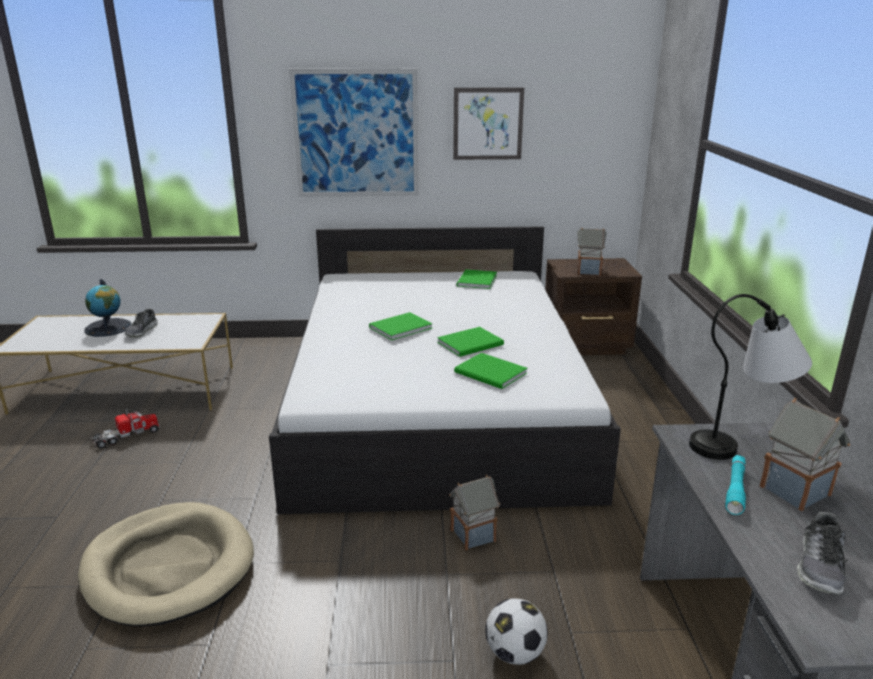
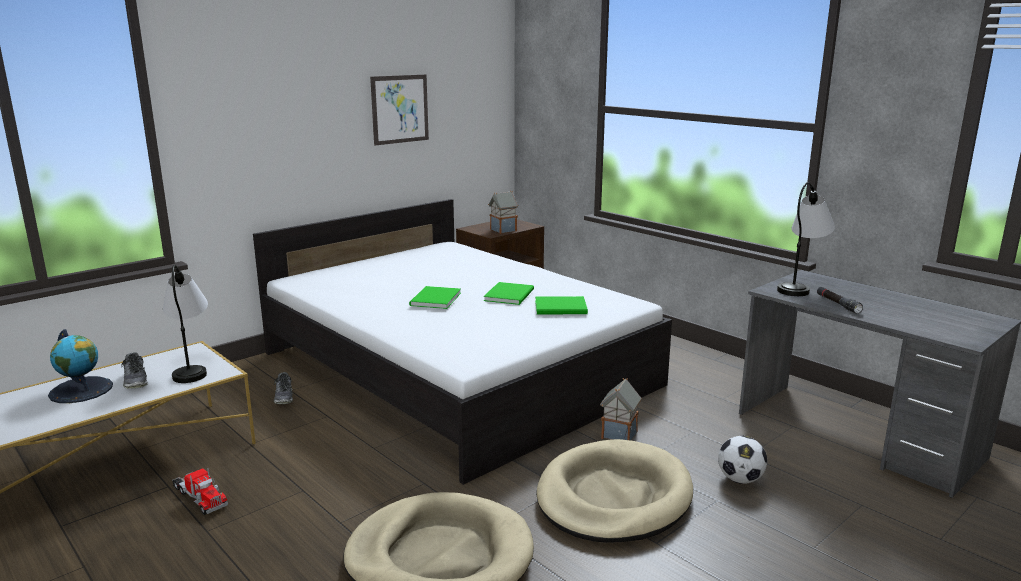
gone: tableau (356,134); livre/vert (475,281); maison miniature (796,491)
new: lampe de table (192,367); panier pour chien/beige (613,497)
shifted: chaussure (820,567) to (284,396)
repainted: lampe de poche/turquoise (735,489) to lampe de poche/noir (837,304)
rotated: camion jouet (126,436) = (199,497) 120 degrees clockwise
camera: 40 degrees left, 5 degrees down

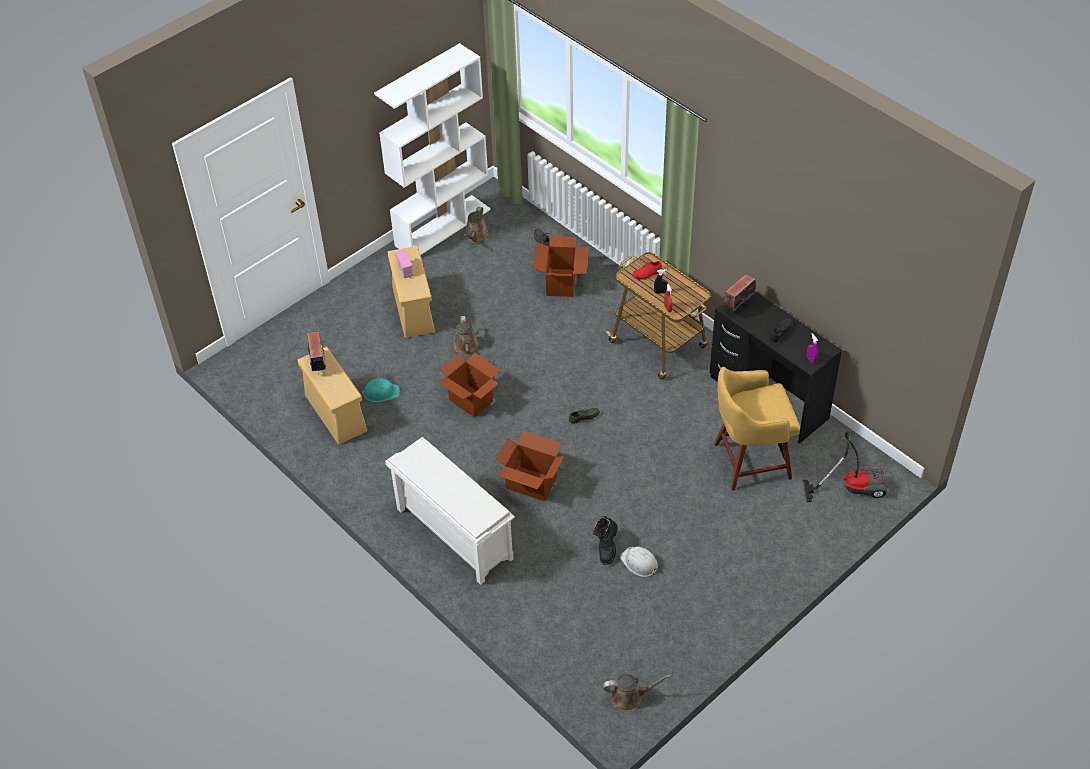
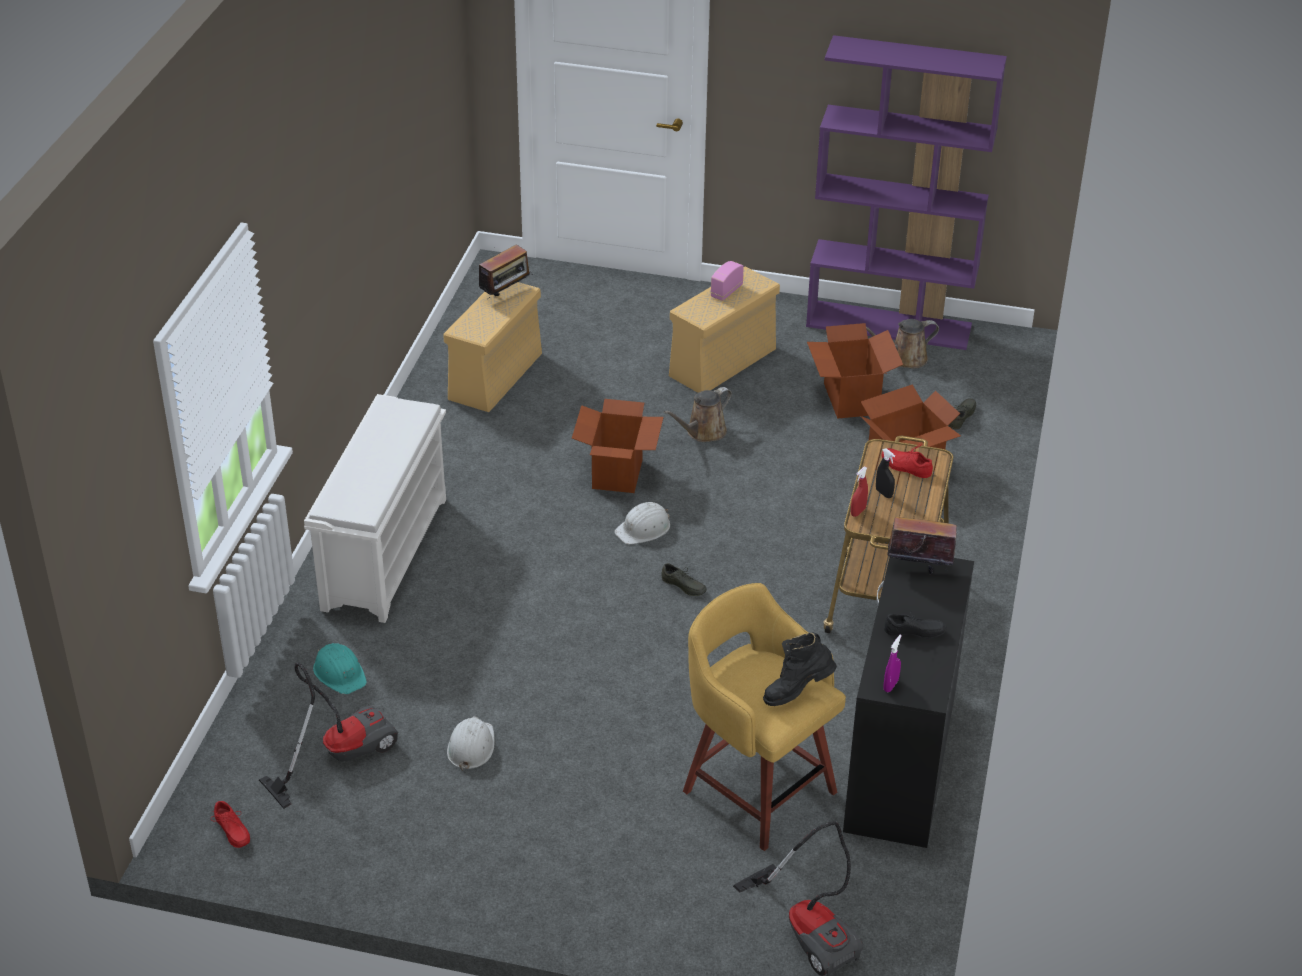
new: casque de chantier/blanc (644,529); aspirateur (339,754)
shifted: casque de chantier/turquoise (381,392) to (340,673); carton (531,484) to (850,399); botte/noir (606,547) to (797,692)
swapped: arrosoir/marron (629,697) to chaussure/rouge (230,832)
repainted: bibliothèque/blanc (443,227) to bibliothèque/violet (890,325)
camera: 55 degrees right, 10 degrees down

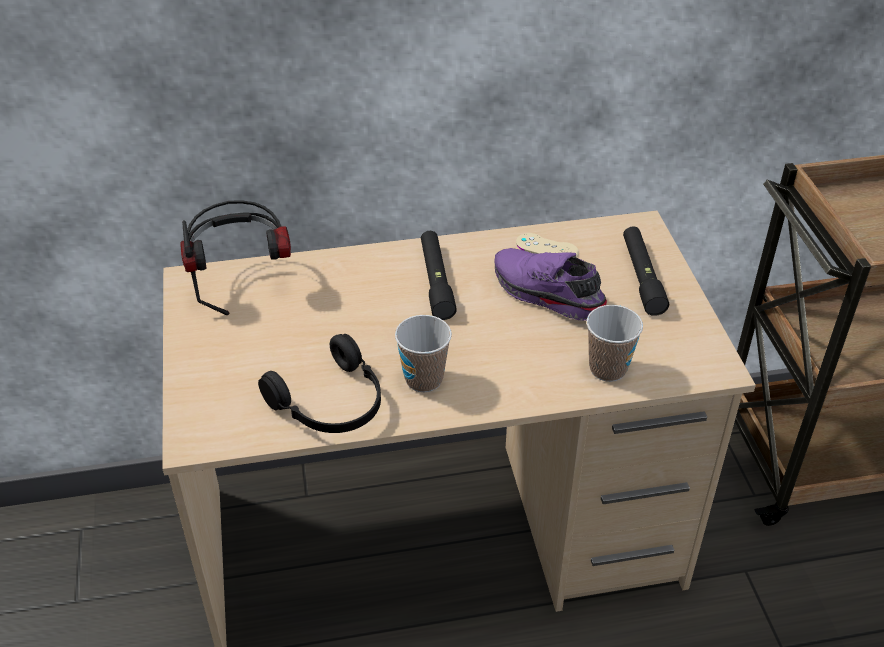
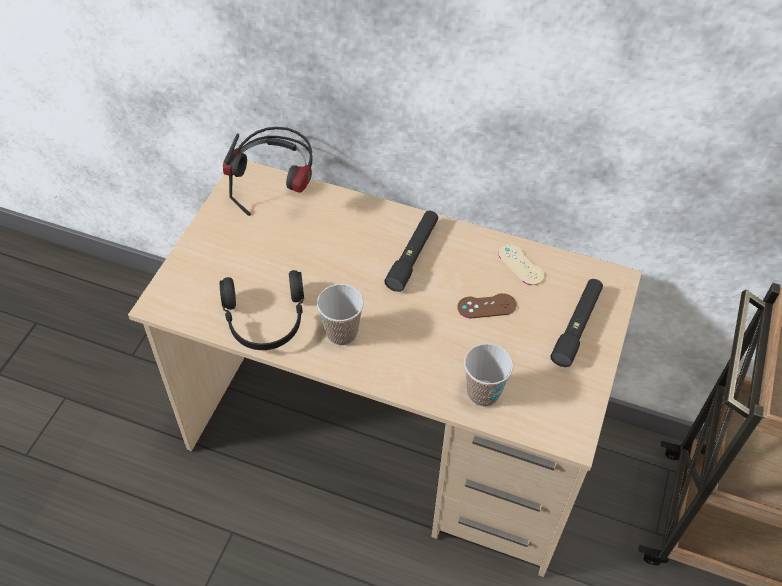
swapped: chaussure/violet (546,295) to manette/marron (486,306)
camera: 30 degrees right, 10 degrees up

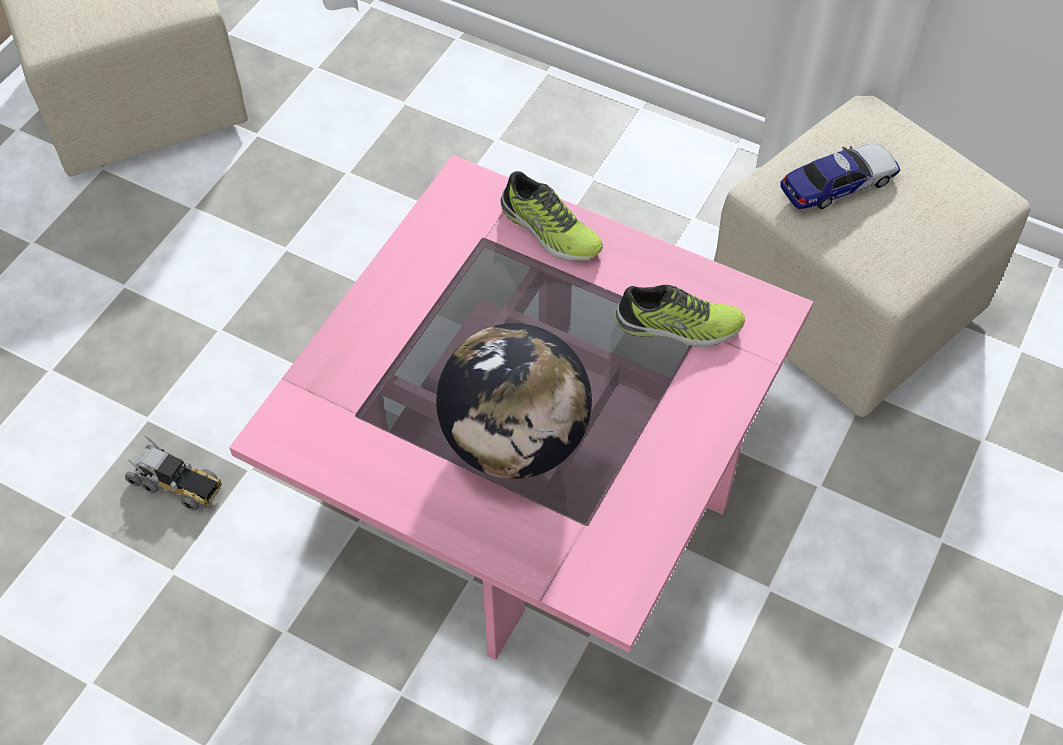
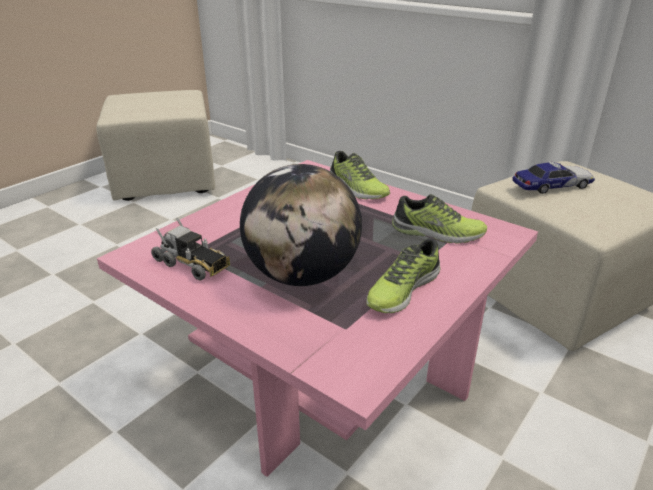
new: chaussure (402,289)
shifted: camion jouet (177,483) to (193,264)
camera: 10 degrees right, 25 degrees down

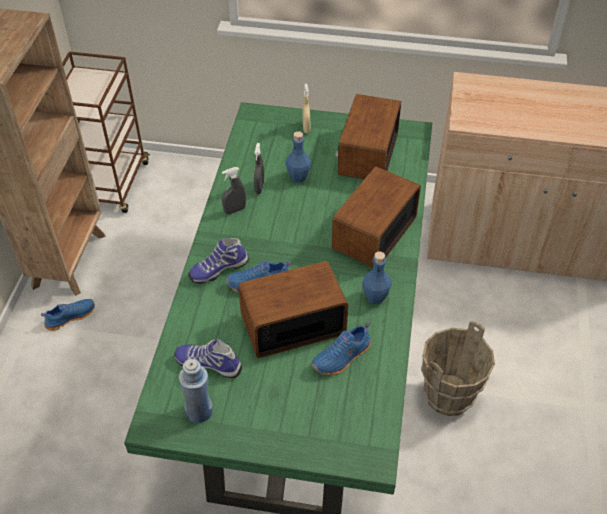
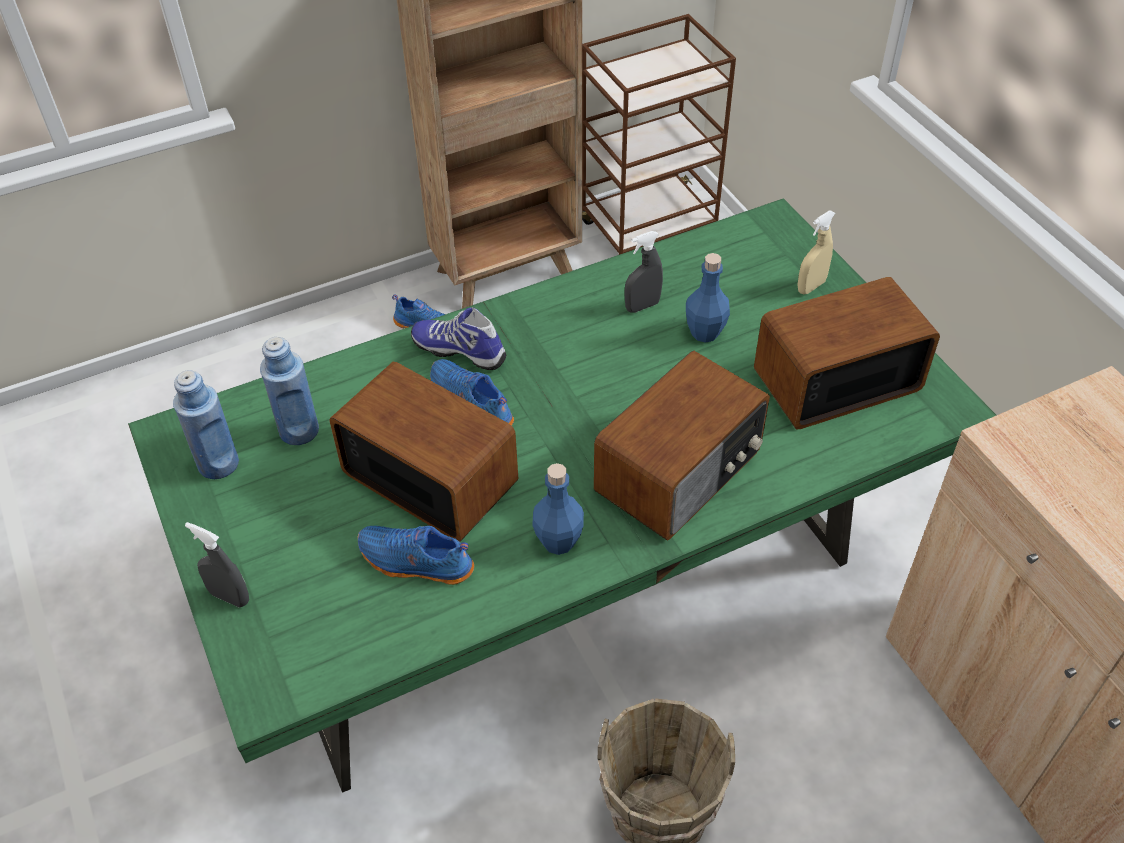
shifted: vaporisateur/gris (235,210) to (229,597)
swapped: chaussure (209,363) to bouteille/bleu (299,431)
rotated: radio (372,233) = (681,472) 135 degrees clockwise
camera: 55 degrees right, 0 degrees up

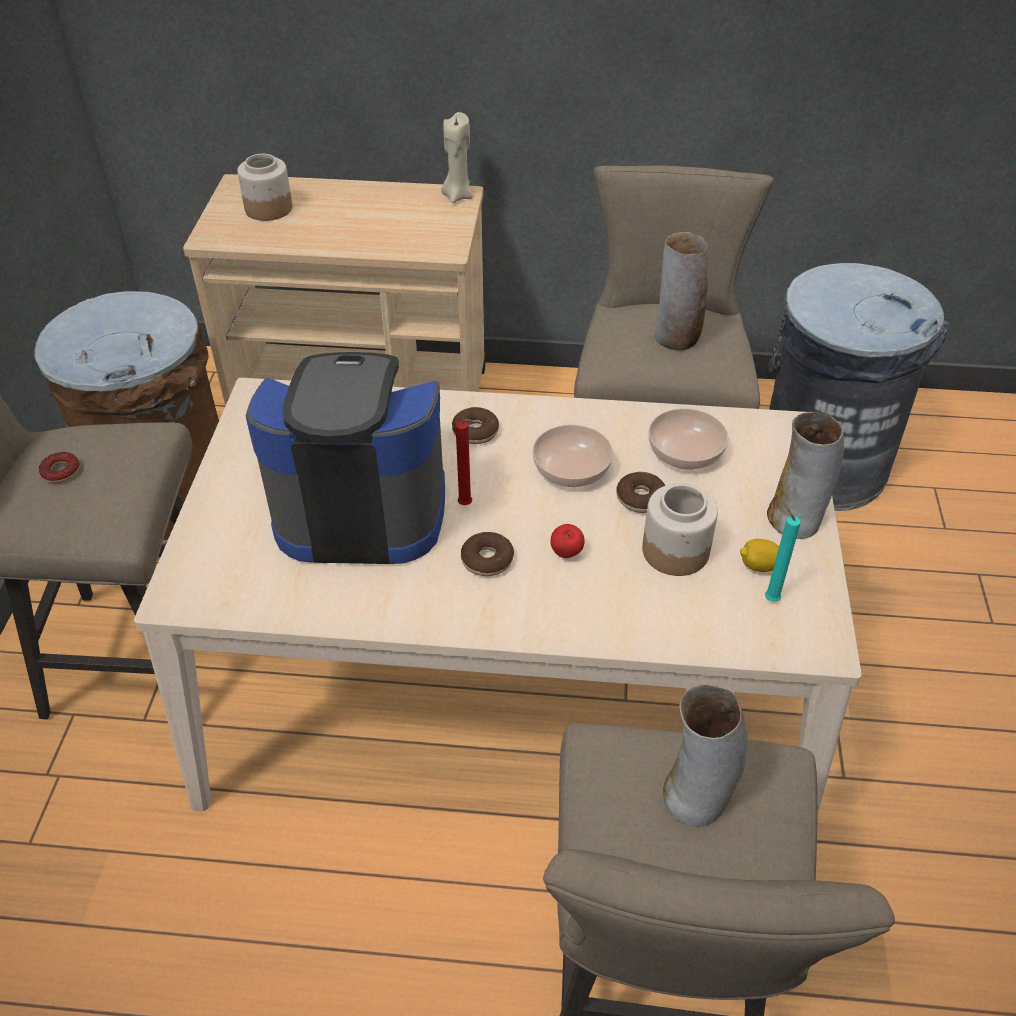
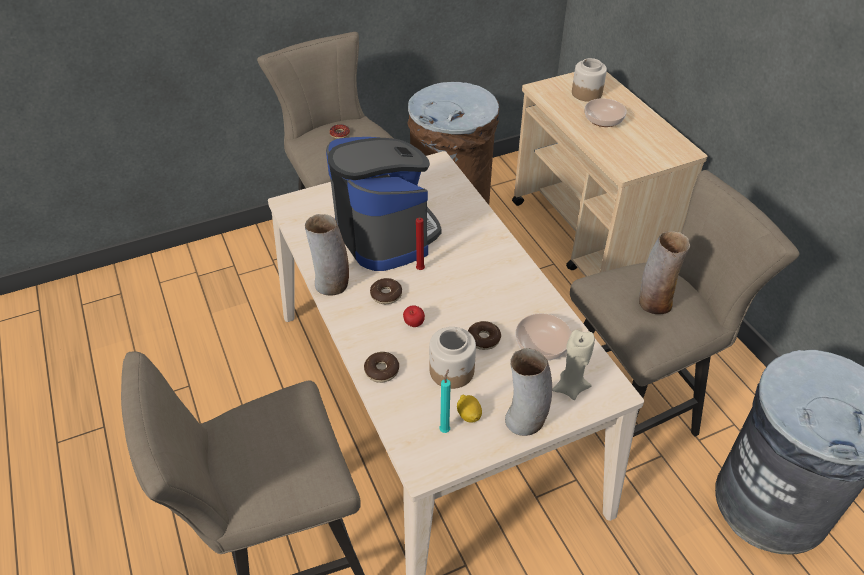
shifted: bougie/beige (457,196) to (570,388); beignet (475,432) to (382,370); bol (571,470) to (602,120); vase (697,796) to (332,285)
camera: 60 degrees right, 0 degrees up

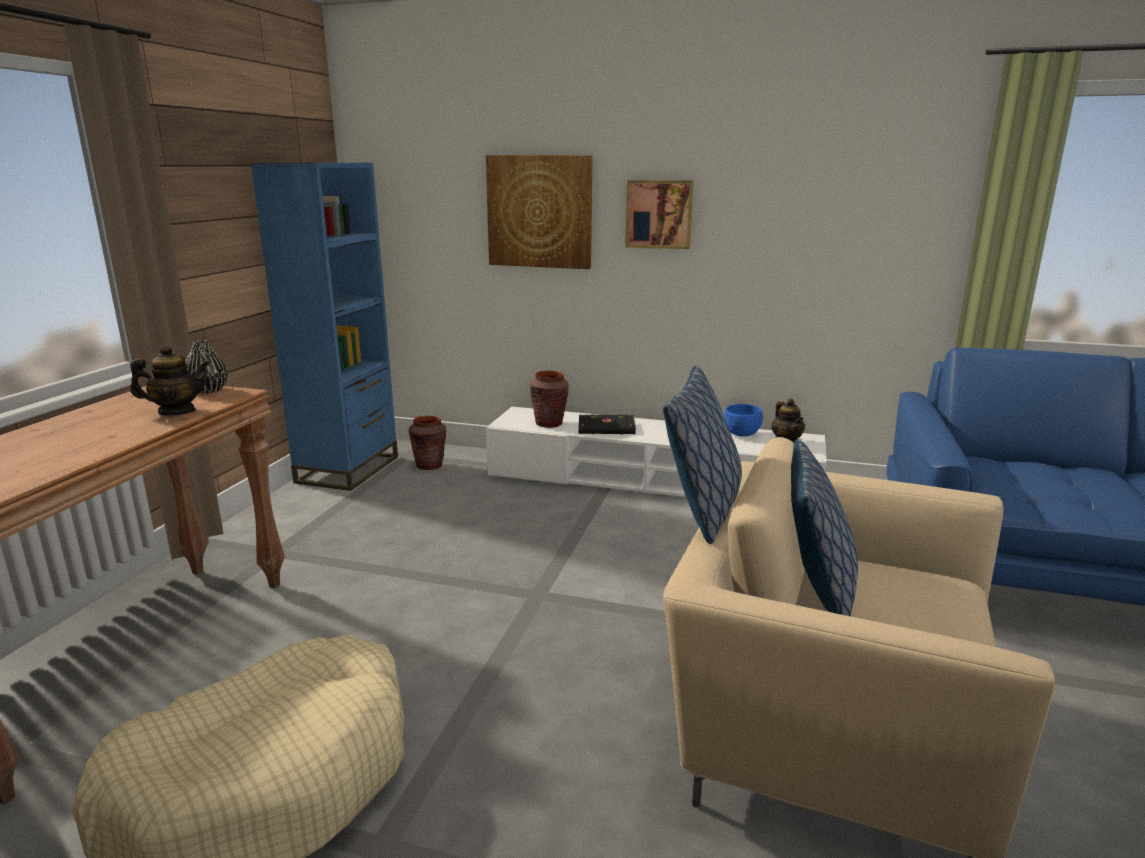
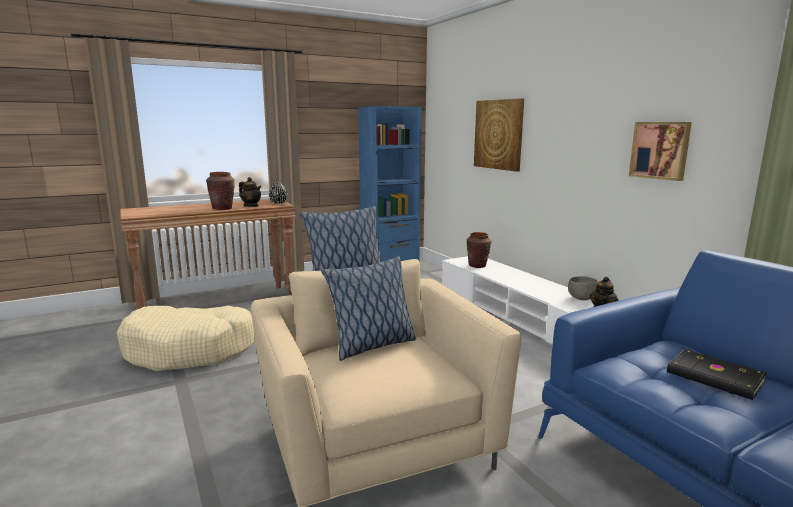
shifted: tableau (659,214) to (660,150); livre/noir (607,428) to (714,378); vase/marron (429,466) to (222,208)
repainted: bol/bleu (741,434) to bol/gris (581,298)
camera: 45 degrees right, 5 degrees down

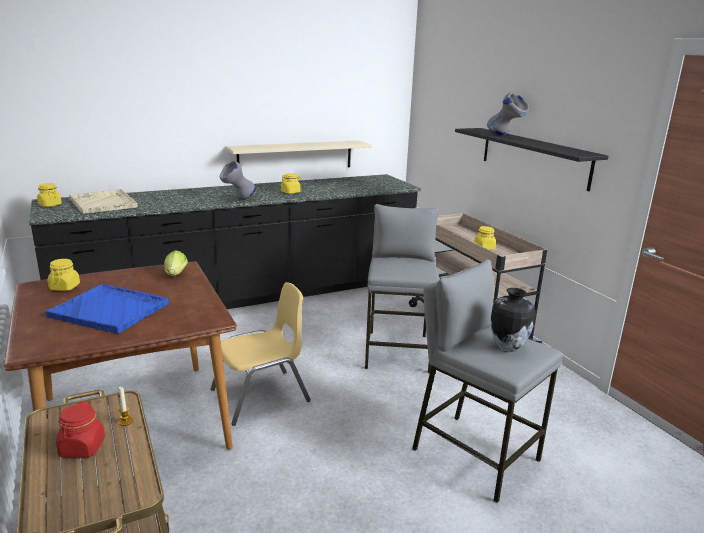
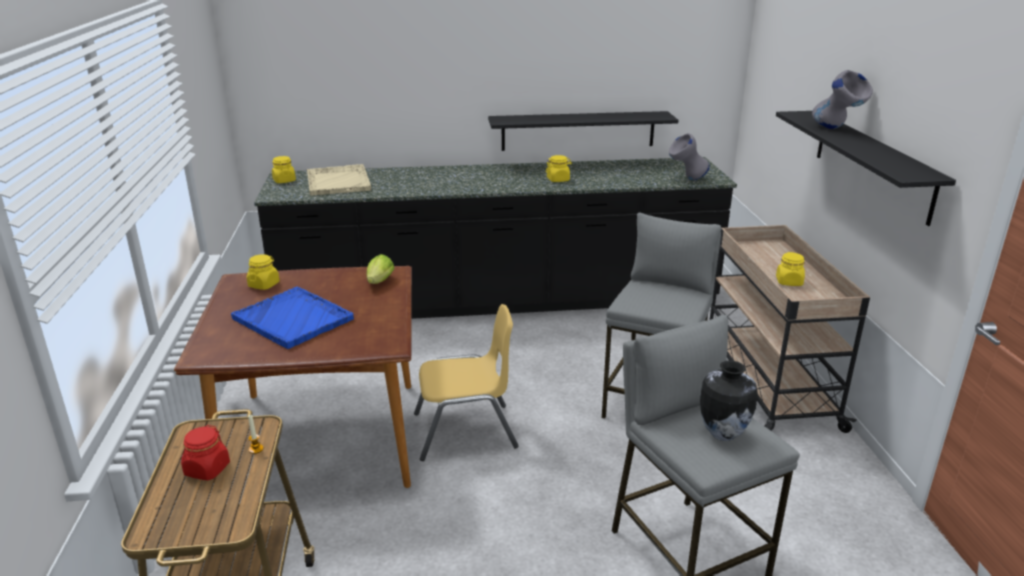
shifted: vase/gris (238,199) to (687,179)
repainted: étagère/beige (295,156) to étagère/noir (578,130)
camera: 20 degrees right, 5 degrees up

